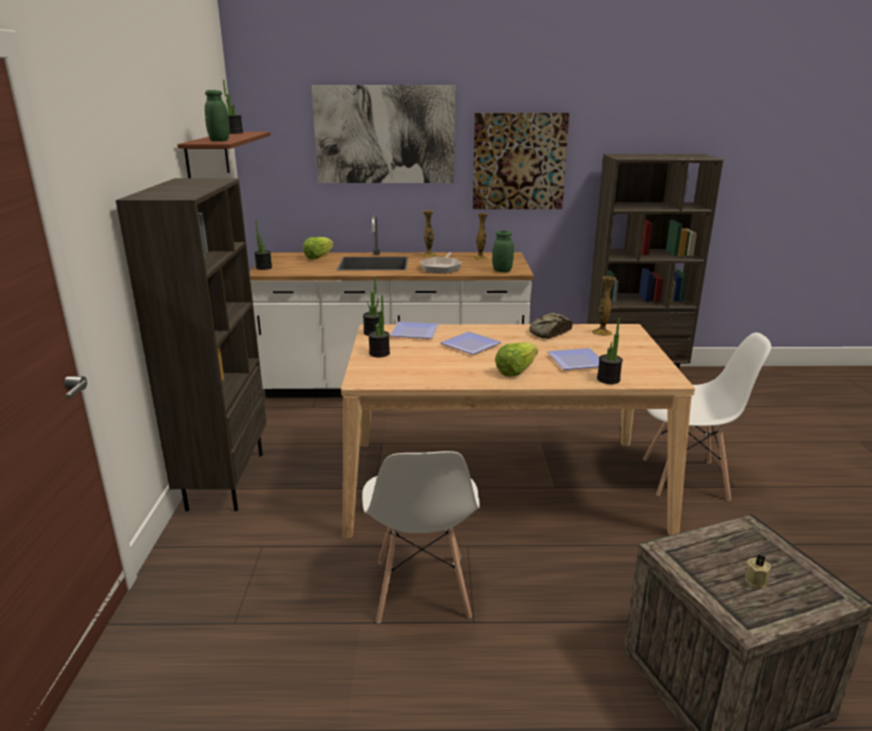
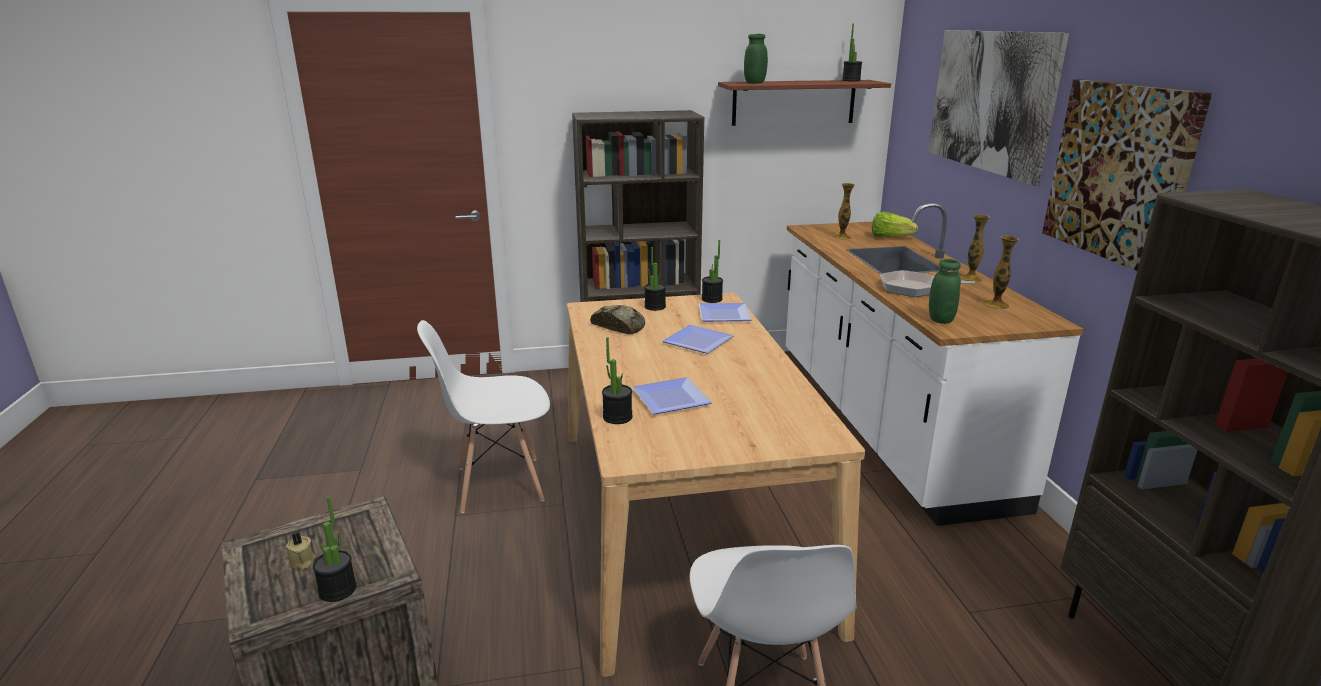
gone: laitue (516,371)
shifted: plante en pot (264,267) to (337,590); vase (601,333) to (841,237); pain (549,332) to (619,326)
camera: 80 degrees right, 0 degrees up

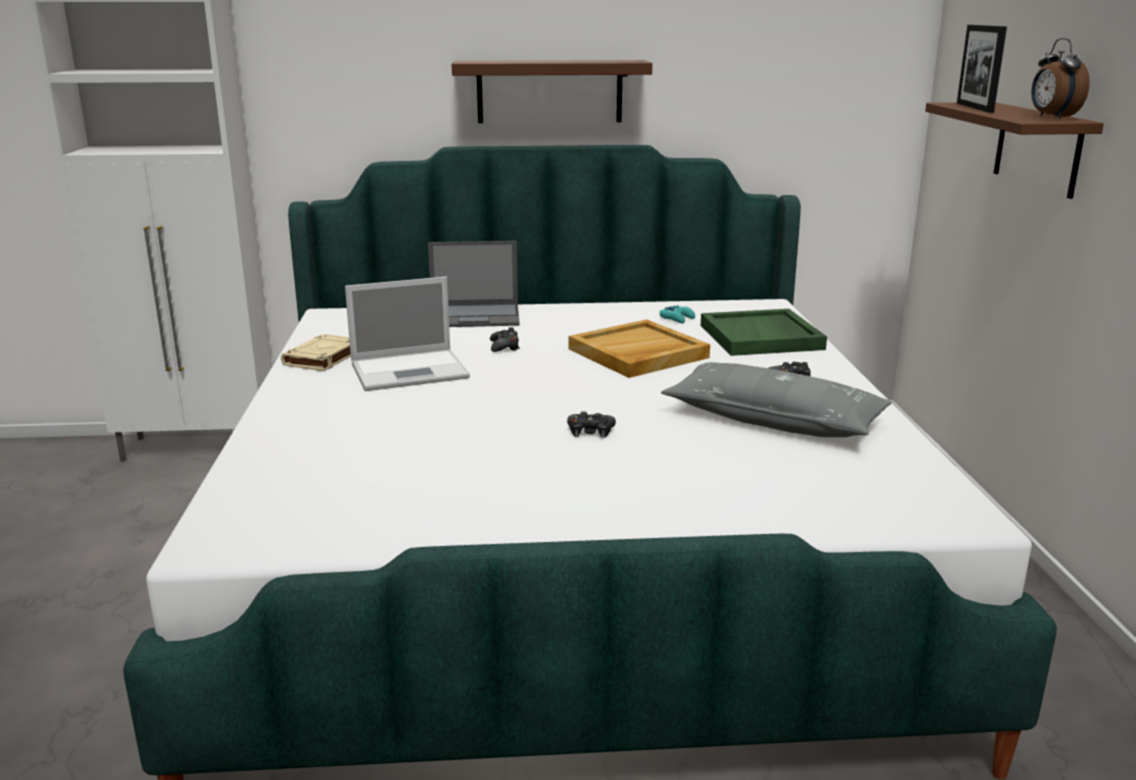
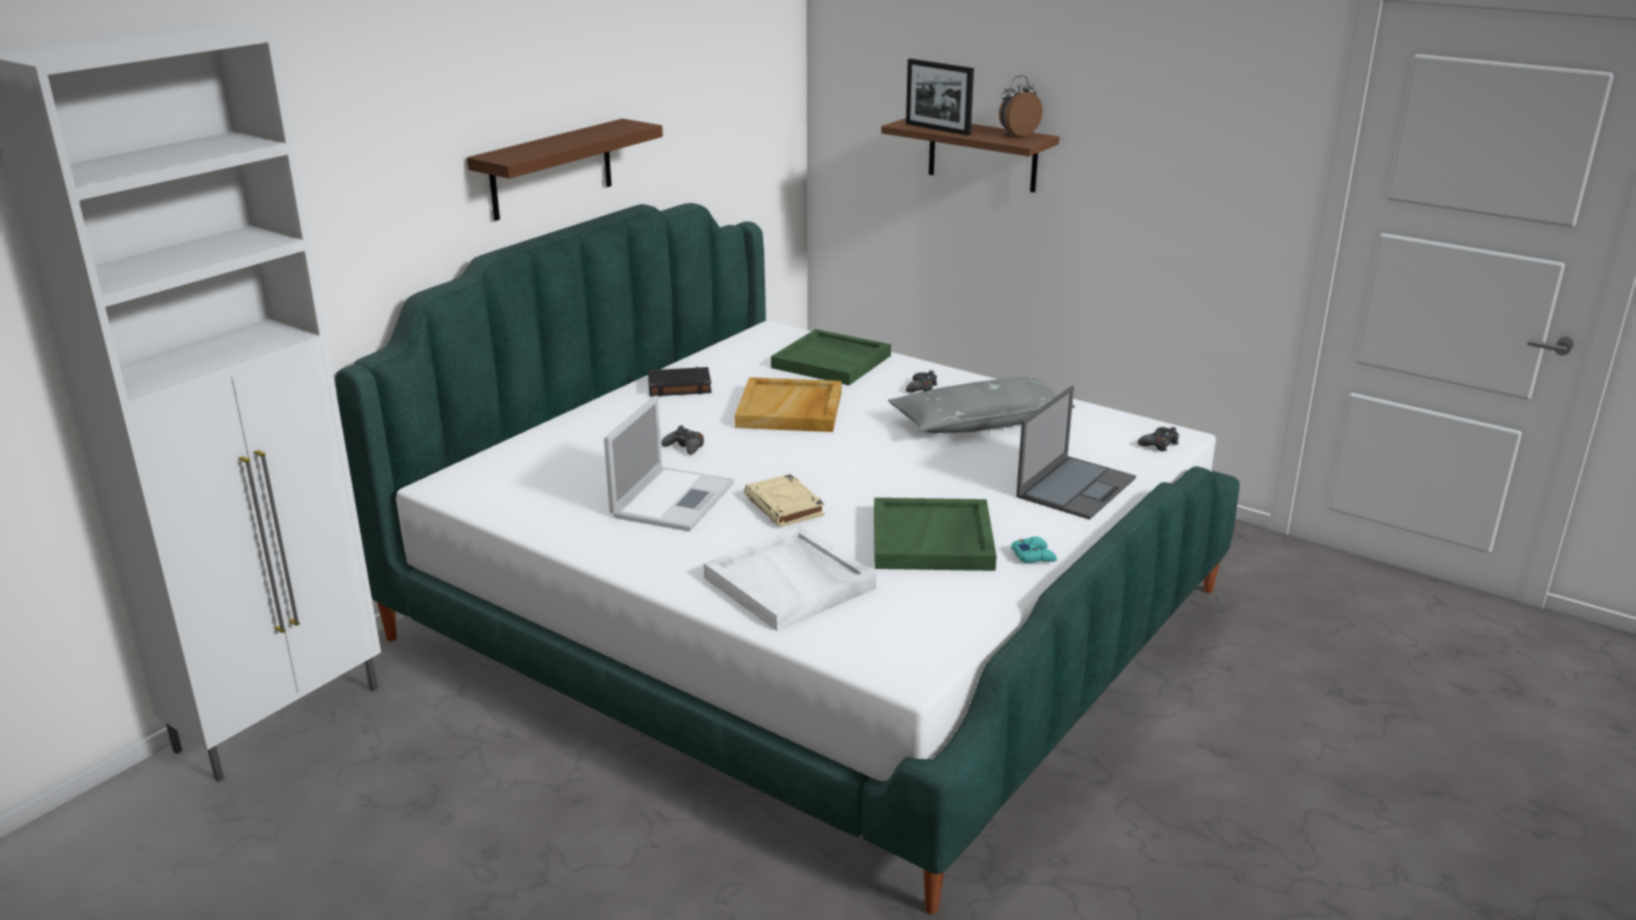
new: livre/noir (678,387); plateau/vert (933,540); plateau/blanc (791,583)
shifted: ordinateur portable (475,316) to (1076,487); manette/turquoise (677,318) to (1033,556); livre/beige (322,358) to (785,506); manette/noir (590,431) to (1159,444)
rotated: réveil (1052,117) = (1017,134) 120 degrees clockwise
camera: 50 degrees left, 5 degrees up

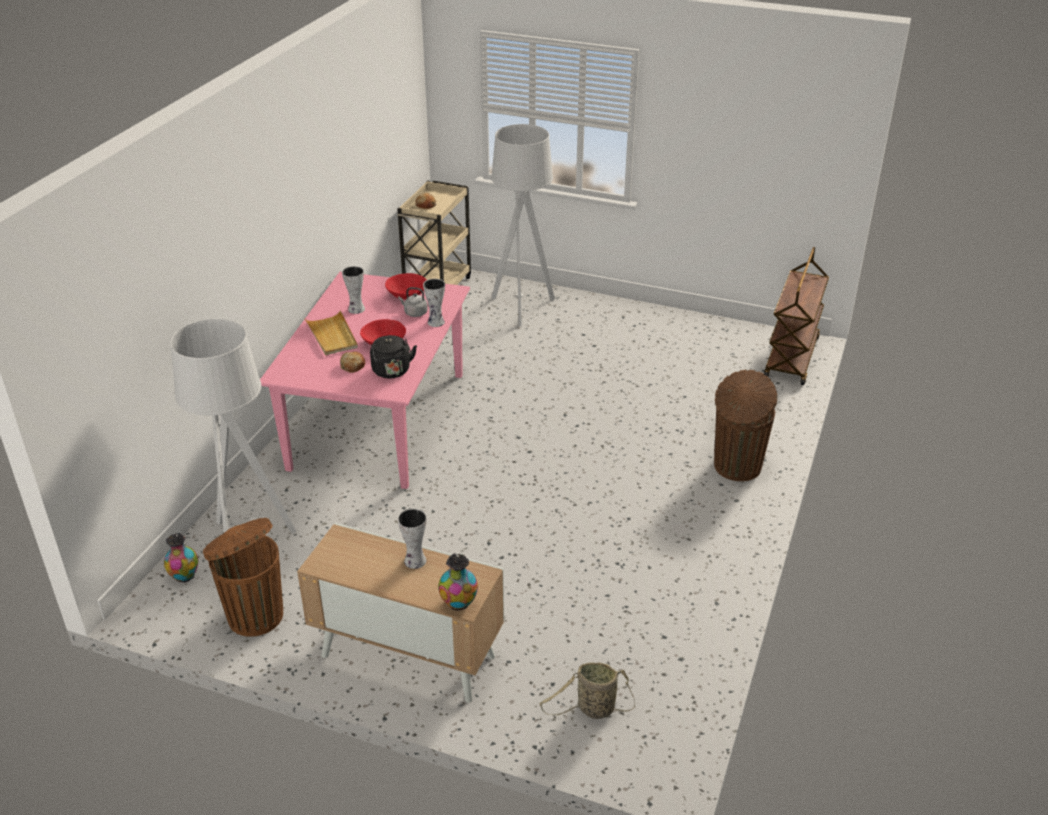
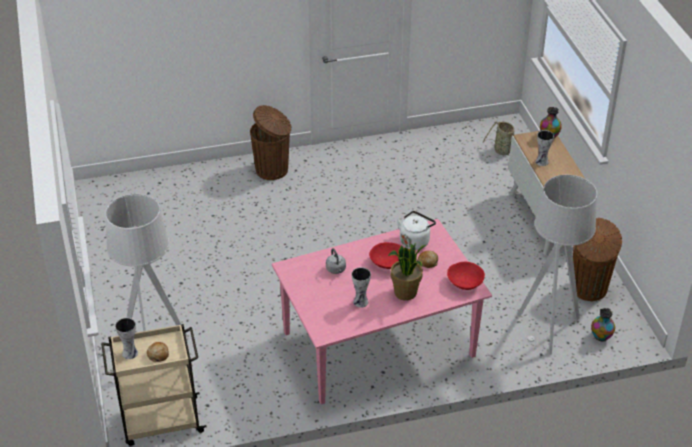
gone: chariot/marron (792,359)
shifted: bol/rouge (407,295) to (465,283); vase (436,322) to (130,352)
swapped: plateau/beige (332,336) to plante en pot (405,293)
repainted: bouilloire/noir (392,372) to bouilloire/blanc (415,241)
camera: 125 degrees left, 5 degrees up

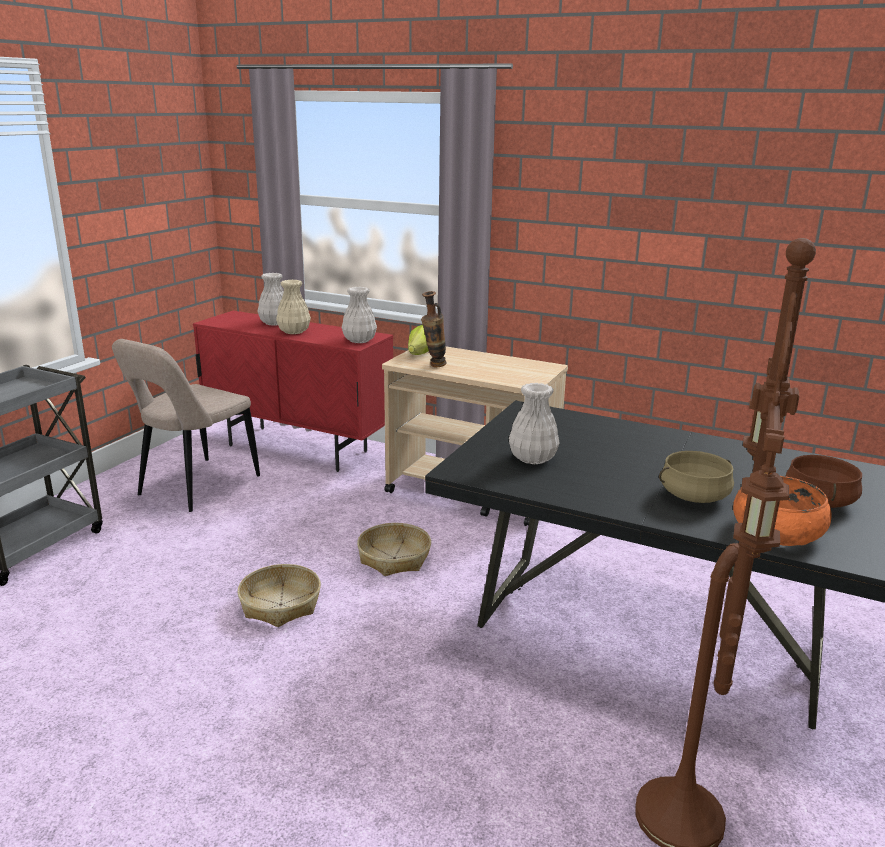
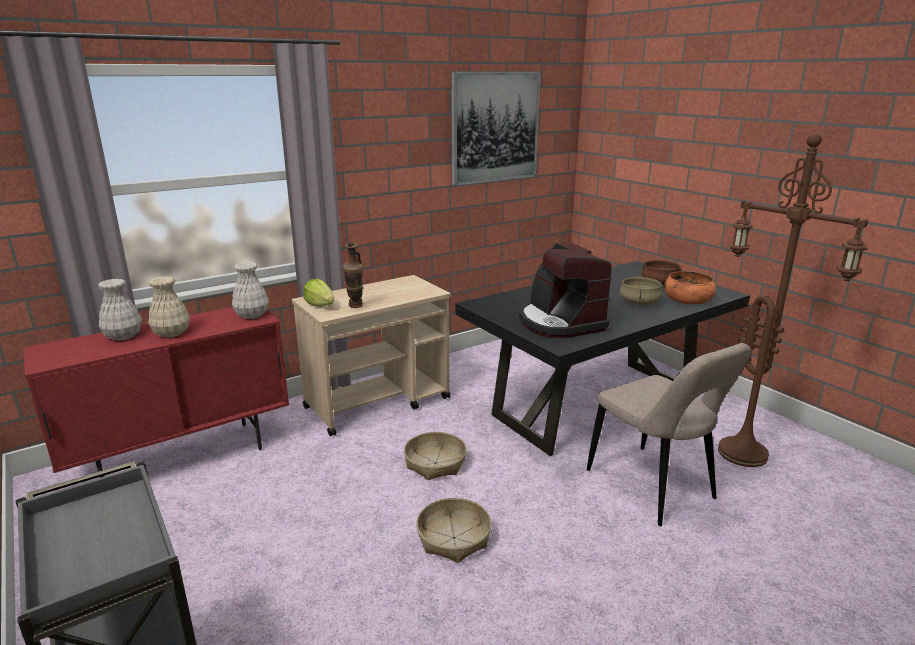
new: tableau (495,127)
shifted: chaise/beige (195,487) to (654,488)
swapped: vase/blanc (533,459) to machine à café (560,322)
camera: 60 degrees left, 0 degrees up

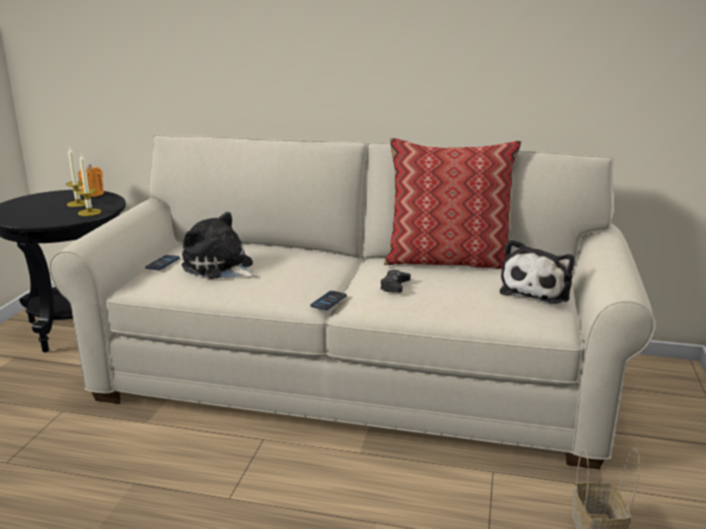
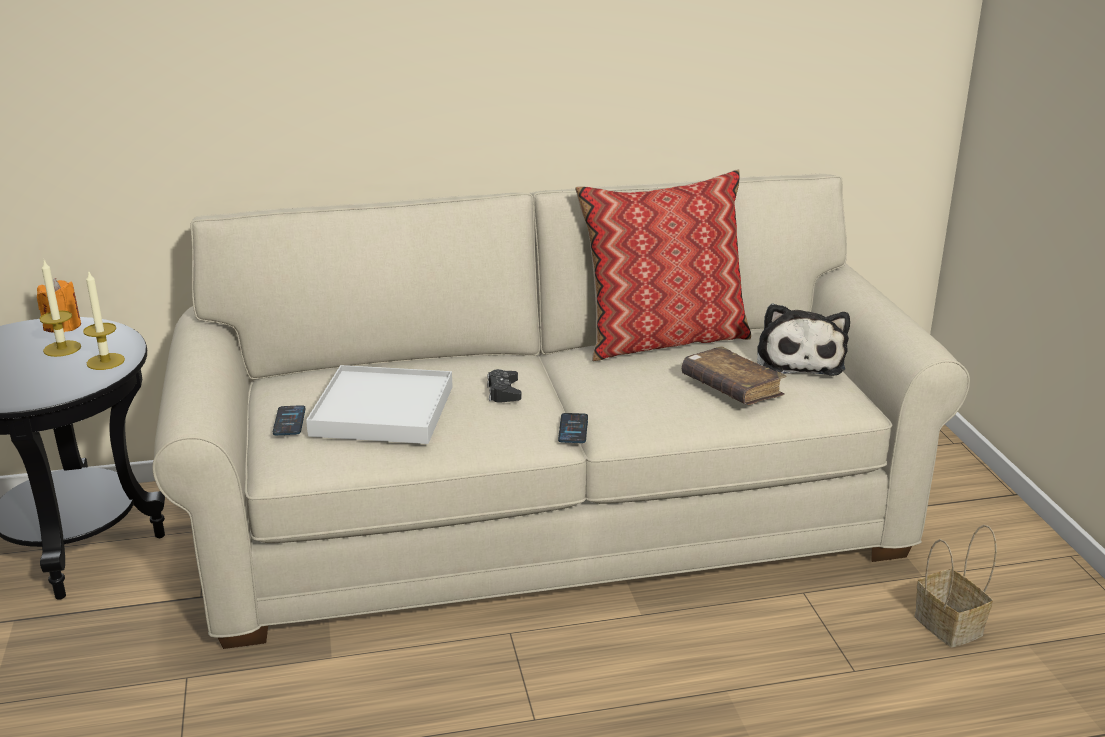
new: livre/marron (731,388)
shifted: manette/noir (394,286) to (503,392)
swapped: peluche (220,267) to plateau/blanc (383,411)
camera: 25 degrees left, 5 degrees up

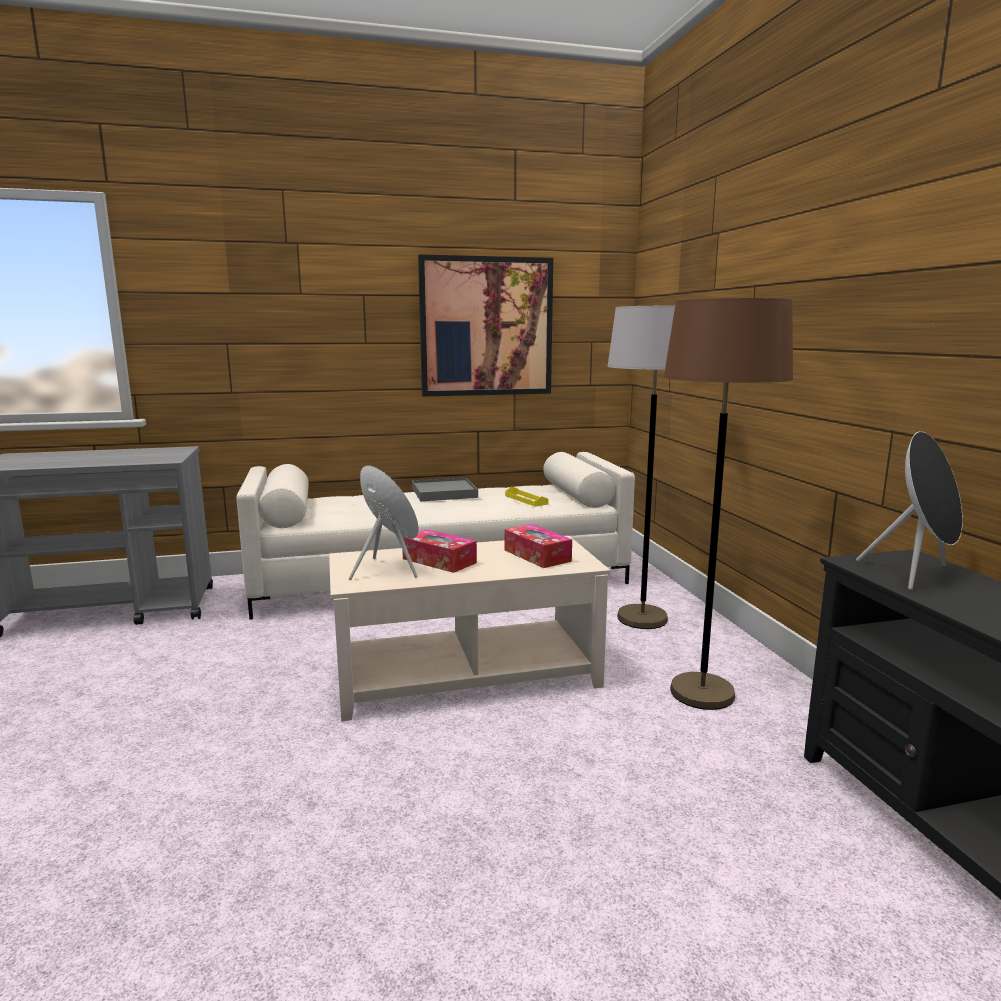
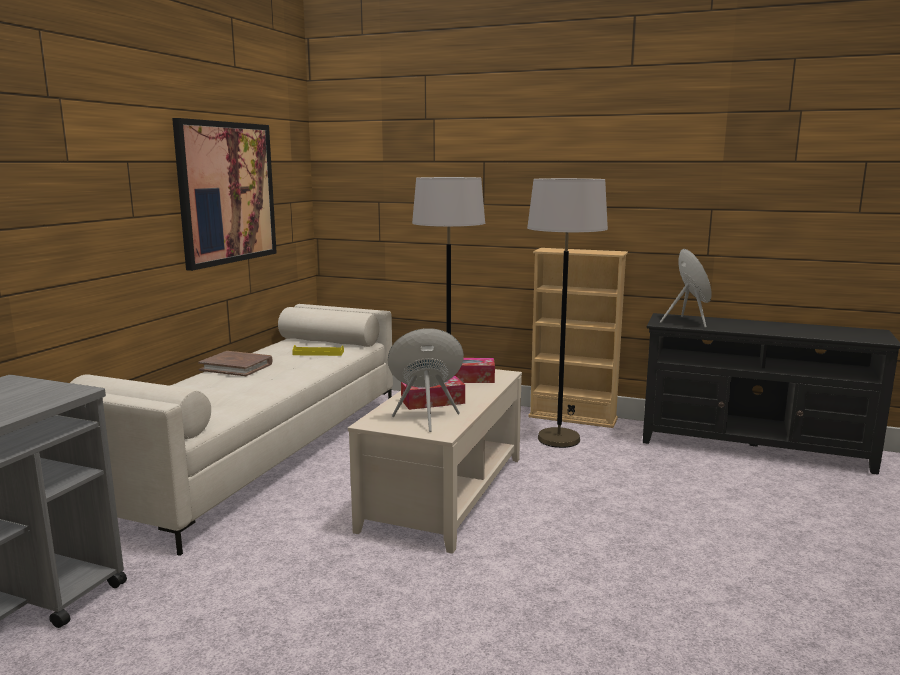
new: bibliothèque/beige (573,417)
swapped: plateau/gris (444,493) to livre/marron (237,367)
repainted: lampadaire/marron (702,693) to lampadaire/gris (558,439)
camera: 55 degrees left, 0 degrees up

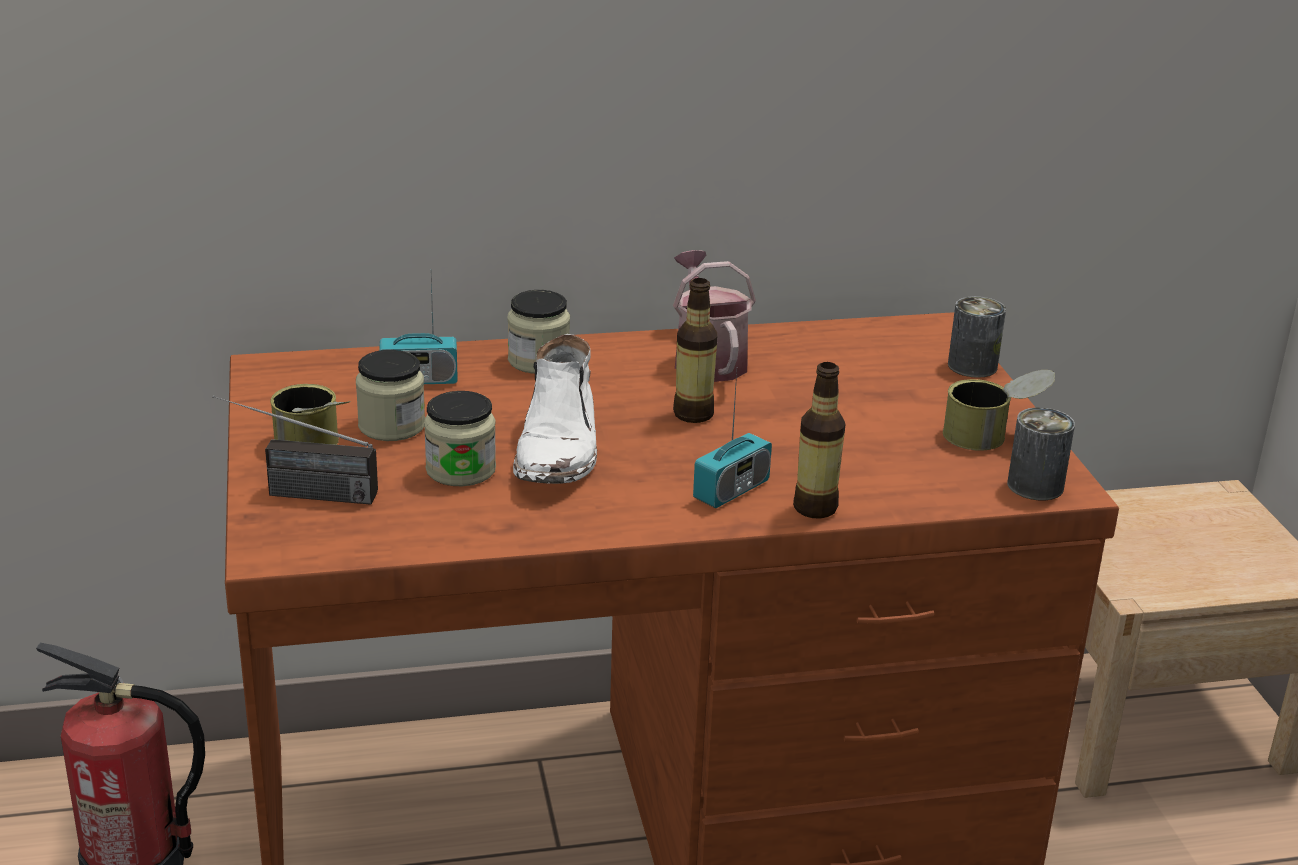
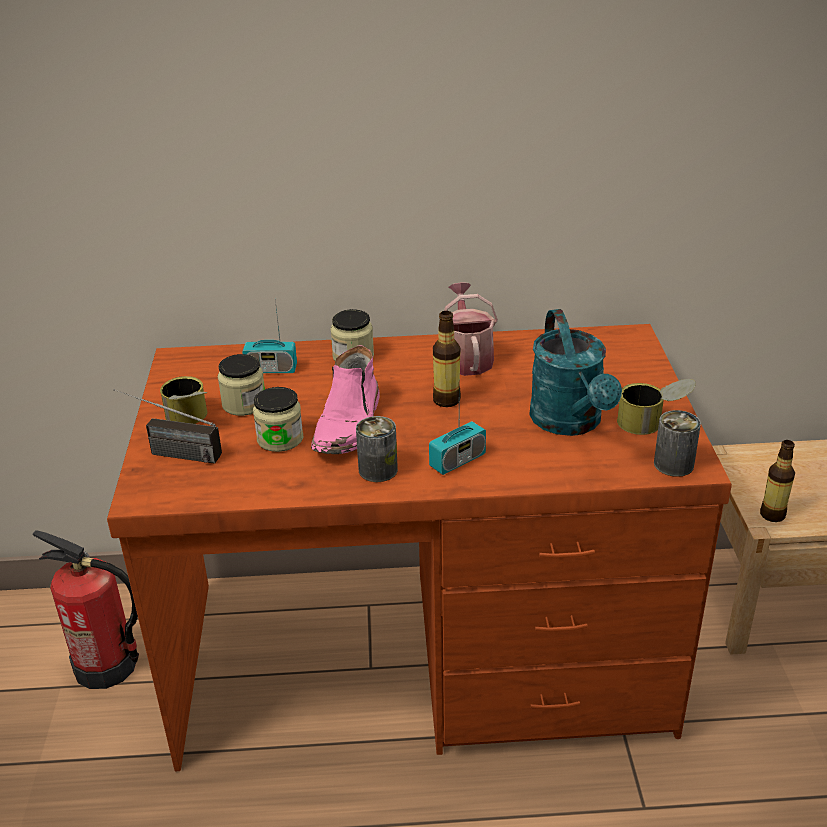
new: arrosoir/turquoise (571,423)
shifted: boîte métallique (972,366) to (378,470); bouteille (815,508) to (772,515)
repainted: botte/blanc (559,449) to botte/rose (349,425)
camera: 10 degrees right, 5 degrees up

